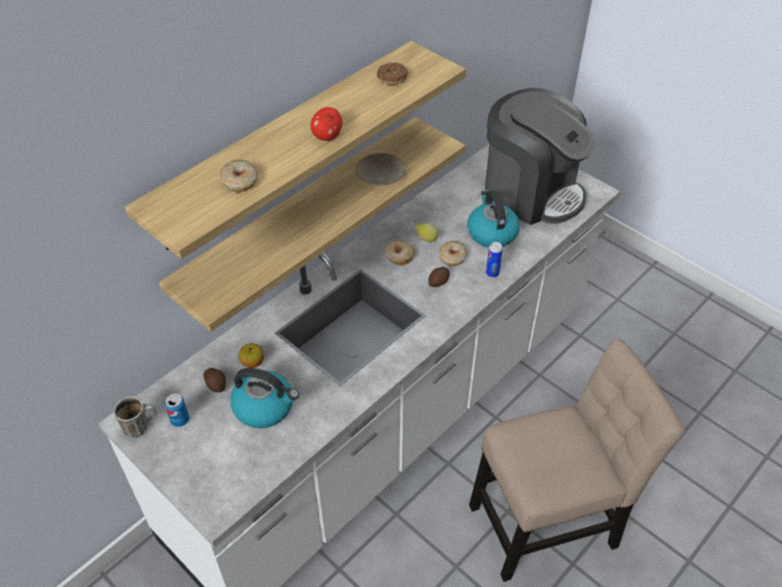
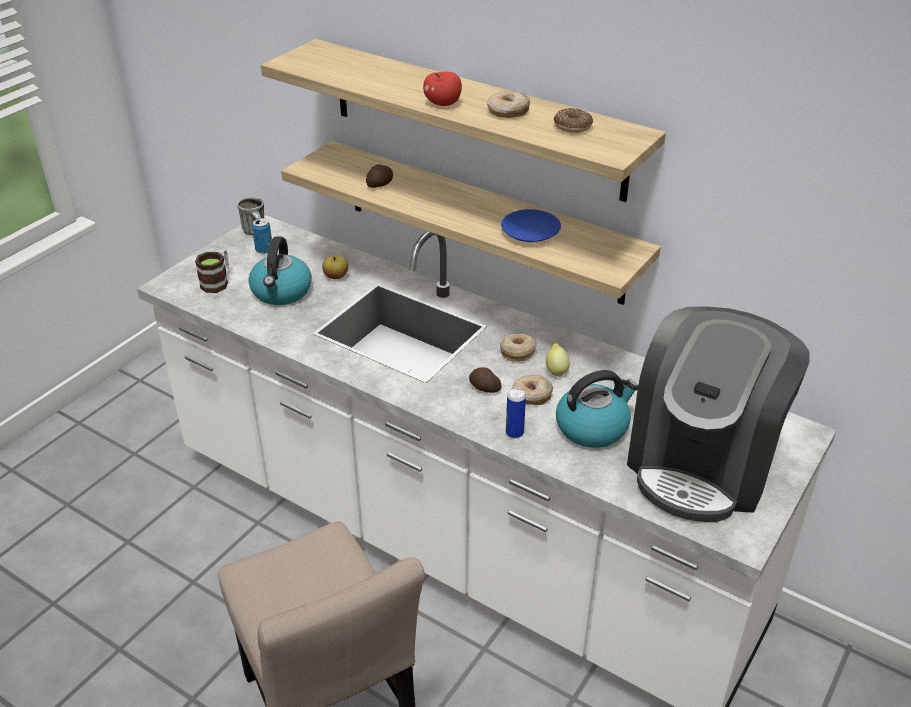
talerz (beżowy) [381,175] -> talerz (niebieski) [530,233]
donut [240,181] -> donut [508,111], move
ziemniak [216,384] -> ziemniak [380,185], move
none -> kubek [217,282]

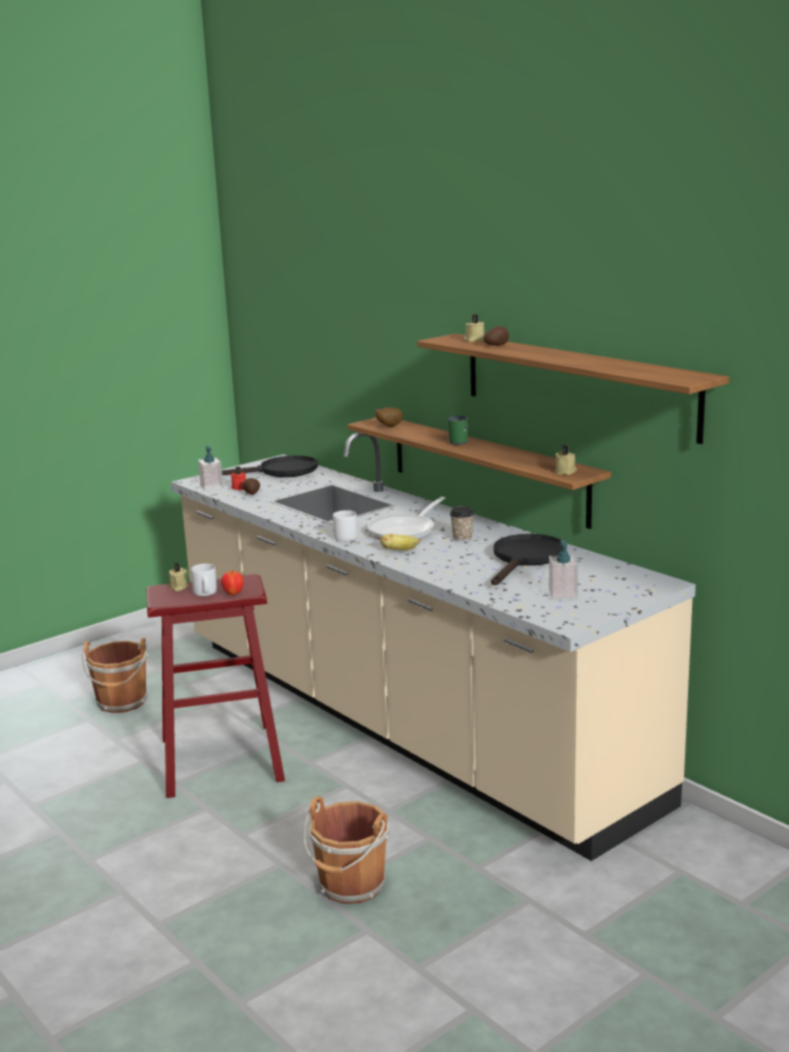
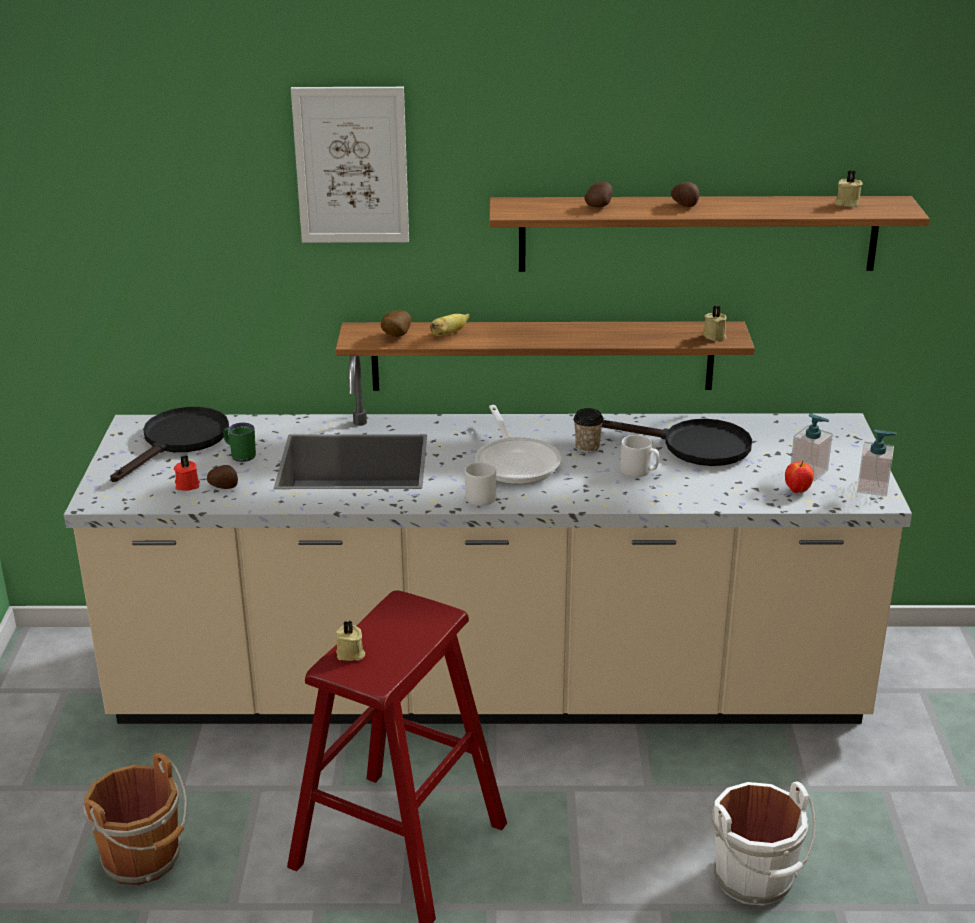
świeca (beżowy) [474,340] -> świeca (beżowy) [846,203], move
kubek (zielony) [458,441] -> kubek (zielony) [240,455], move
dozownik mydła [212,487] -> dozownik mydła [873,487], move
banan [400,550] -> banan [448,334], move
patelnia (czarny) [526,559] -> patelnia (czarny) [694,446], 135 degrees clockwise
kubek (szary) [205,593] -> kubek (szary) [639,471], move
jabłko [233,594] -> jabłko [797,490], move
wiadro (brązowy) [351,886] -> wiadro (biały) [755,880]
none -> obraz [351,165]
none -> ziemniak [685,205]

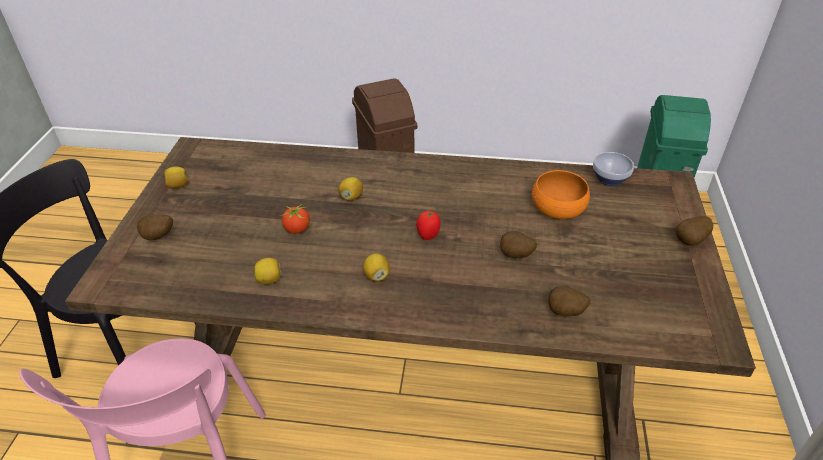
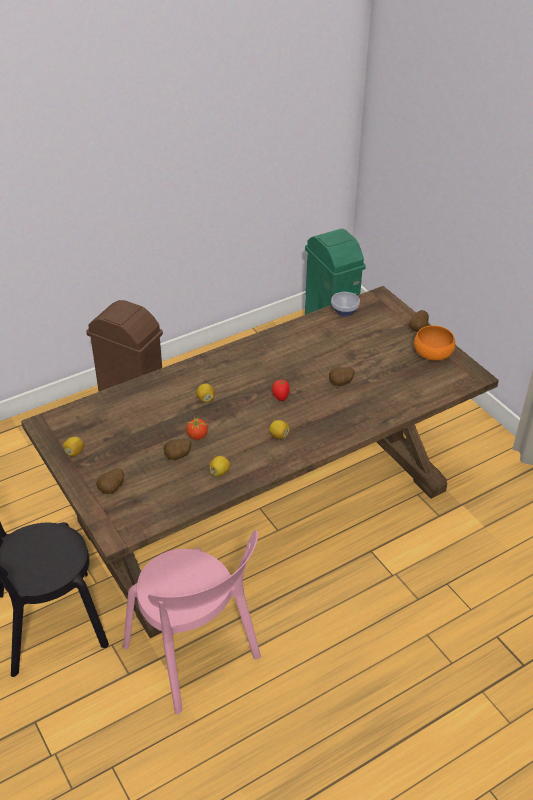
miska (pomarańczowy) [558,208] -> miska (pomarańczowy) [433,352], move
ziemniak [565,313] -> ziemniak [178,457], move

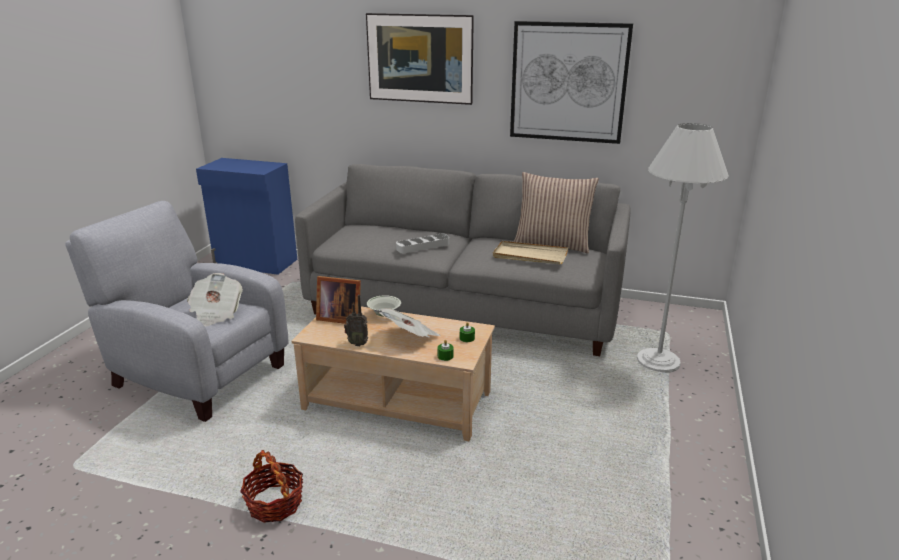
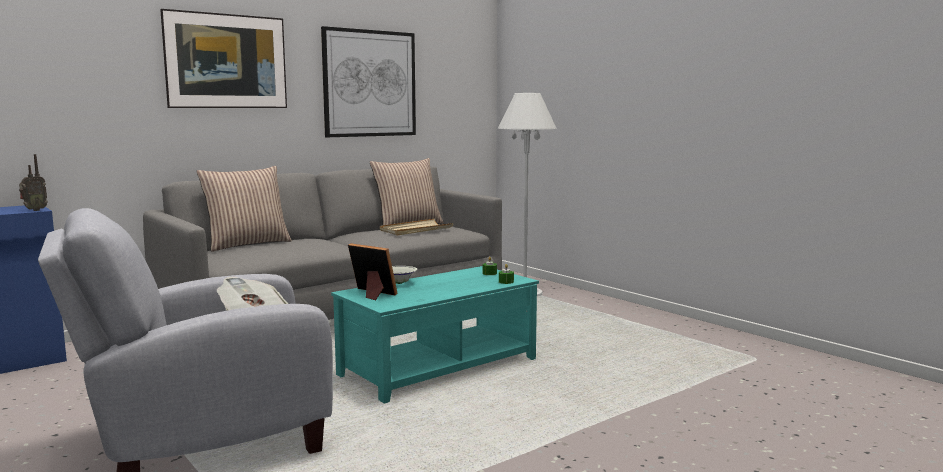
taca (szary) [423,246] -> none
ramka na zdjęcie [339,318] -> ramka na zdjęcie [372,294], 105 degrees counterclockwise
radio [357,343] -> radio [34,210], move
ława (beżowy) [398,400] -> ława (turkusowy) [438,367]
gazeta [410,337] -> none
koszyk [275,504] -> none
none -> poduszka [247,244]

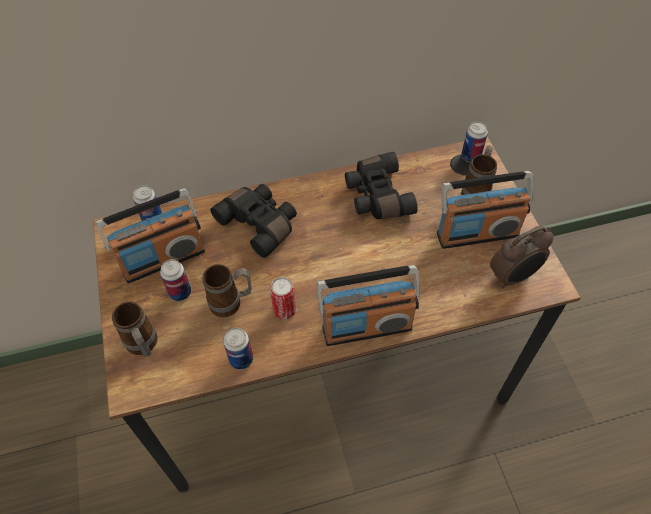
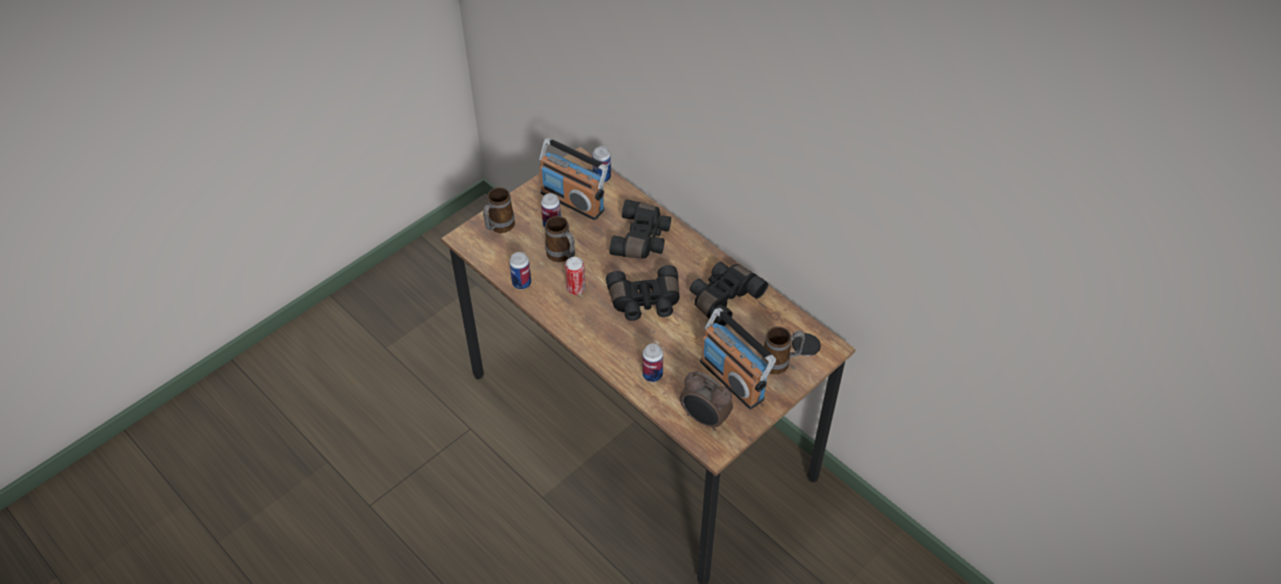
puszka [470,156] -> puszka [652,375], move
radio [366,327] -> none
none -> lornetka (czarny) [645,302]

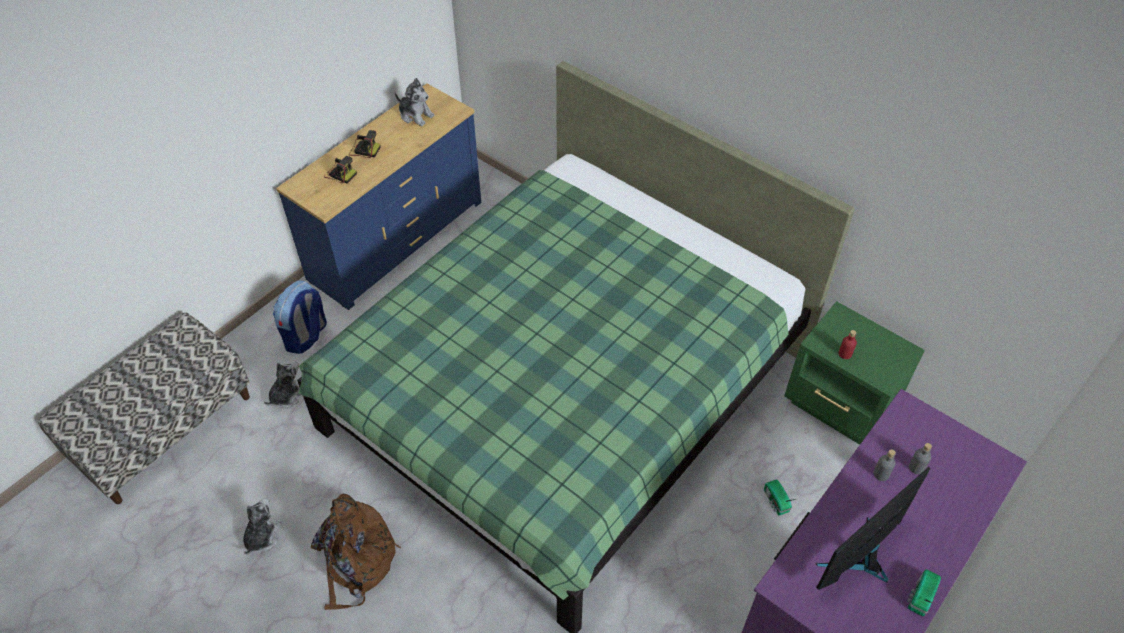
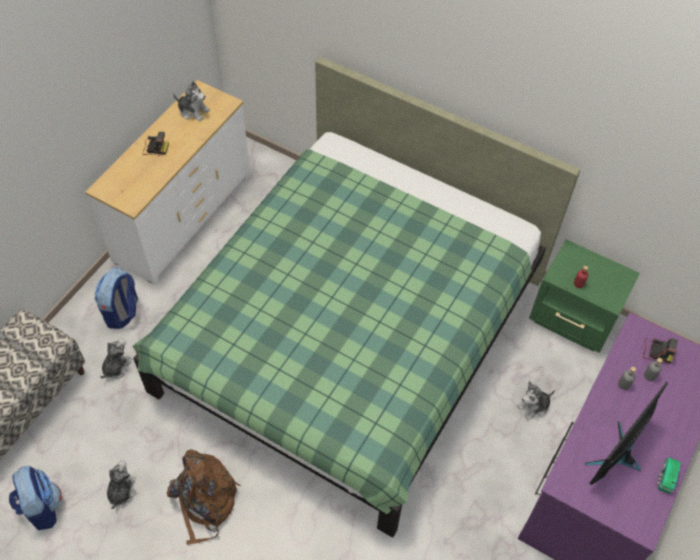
komoda (niebieski) [396,240] -> komoda (biały) [182,216]
aparat fotograficzny [340,174] -> aparat fotograficzny [656,352], move
radio [776,502] -> pluszak [534,407]
none -> plecak [41,507]

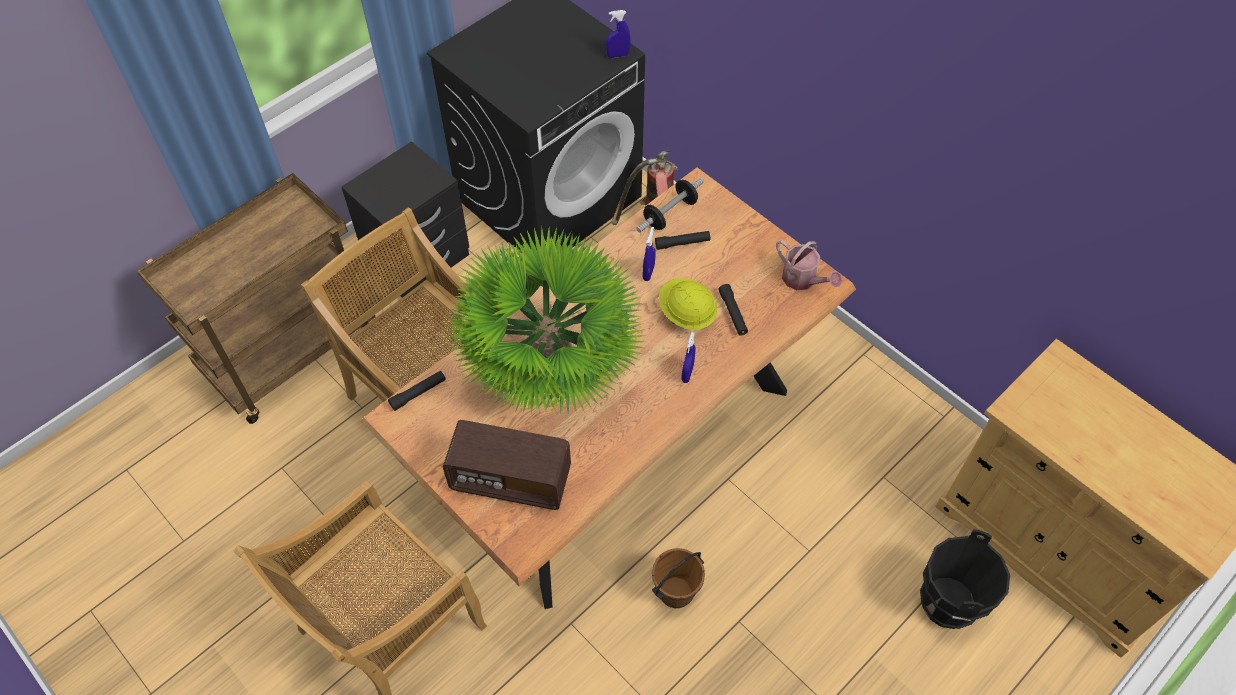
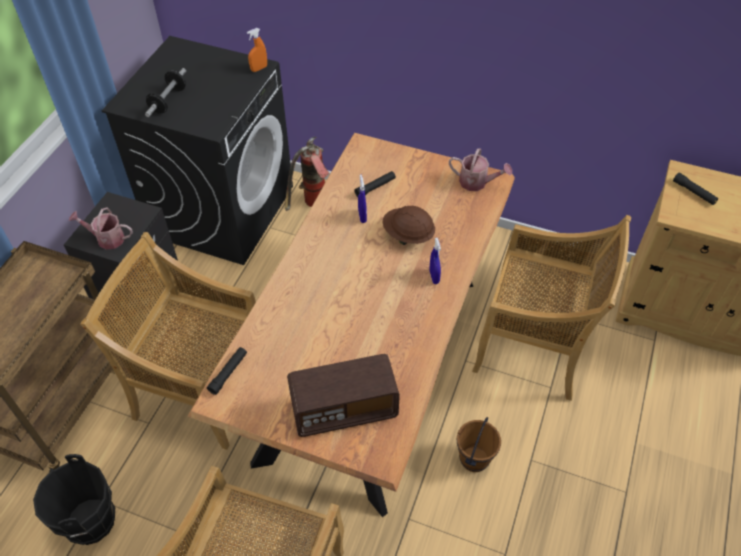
spryskiwacz (niebieski) [618,55] -> spryskiwacz (pomarańczowy) [259,68]
hantel [670,213] -> hantel [168,101], move
roślina doniczkowa [551,371] -> none
kask (żółty) [686,314] -> kask (brązowy) [408,235]
latarka (czarny) [733,313] -> latarka (czarny) [694,192], move
wiadro (czarny) [946,603] -> wiadro (czarny) [90,522], move
none -> konewka [106,238]
none -> krzesło (beżowy) [534,346]

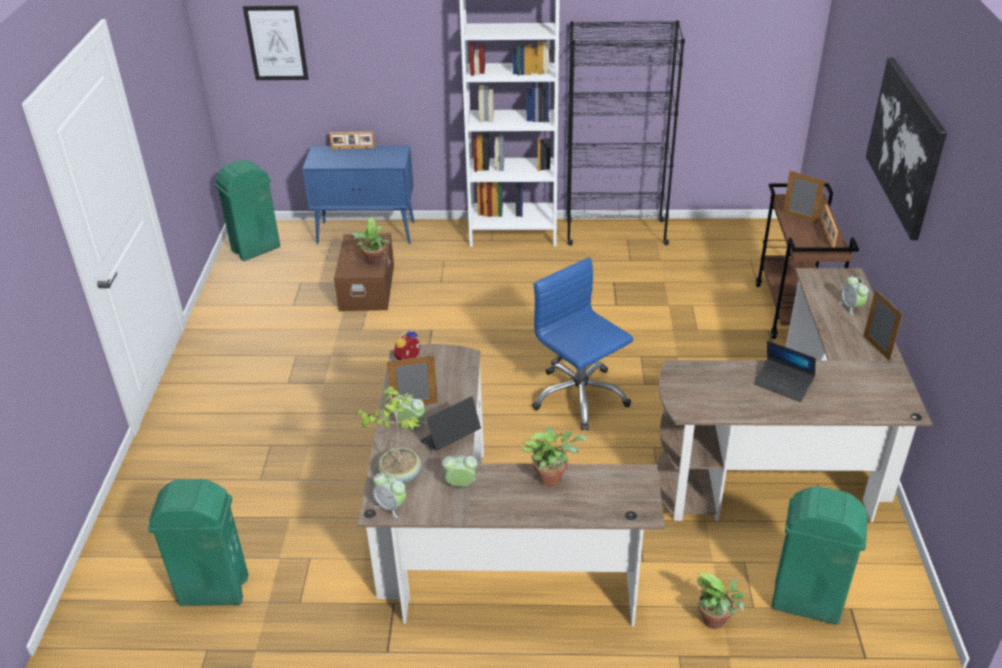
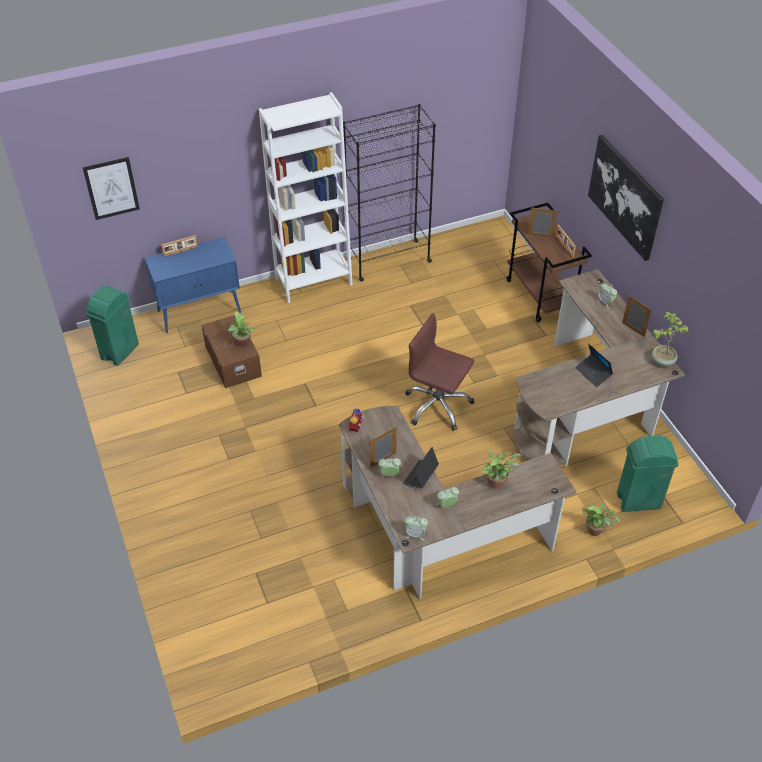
krzesło biurowe (niebieski) [579,397] -> krzesło biurowe (brązowy) [437,406]
laptop [783,384] -> laptop [593,373], 45 degrees clockwise
roślina doniczkowa [400,474] -> roślina doniczkowa [662,360], move
kosz na śmieci (zielony) [213,590] -> none

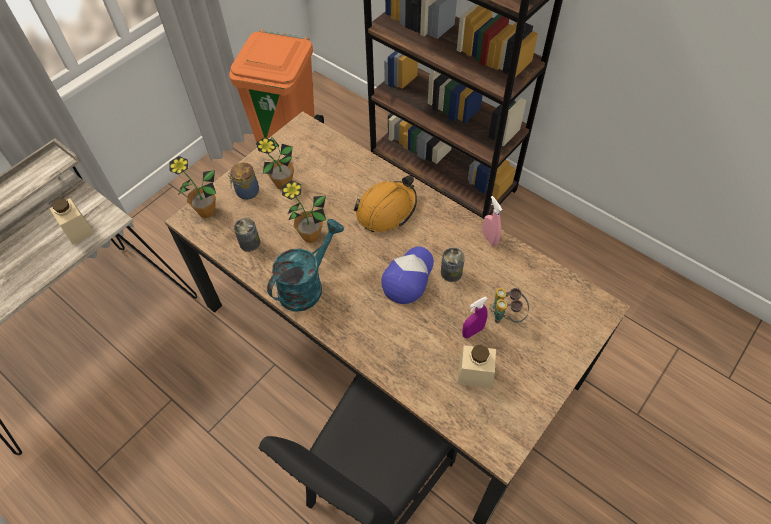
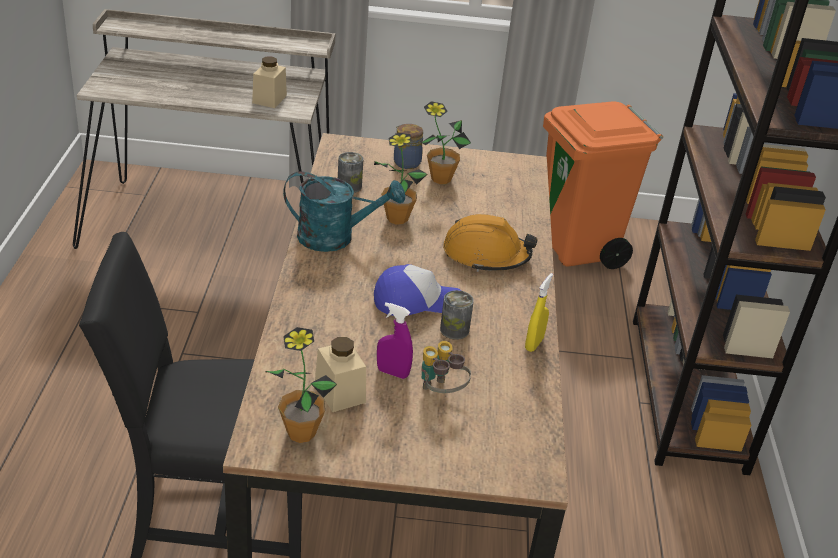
roślina doniczkowa [206,211] -> roślina doniczkowa [301,432], move
spryskiwacz (różowy) [489,238] -> spryskiwacz (żółty) [534,344]

